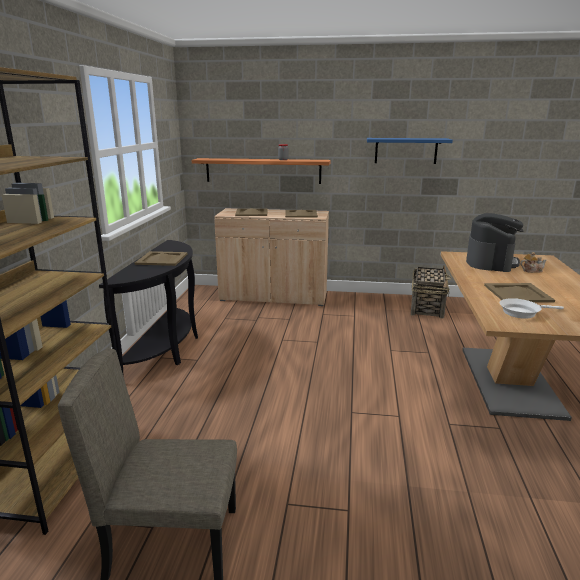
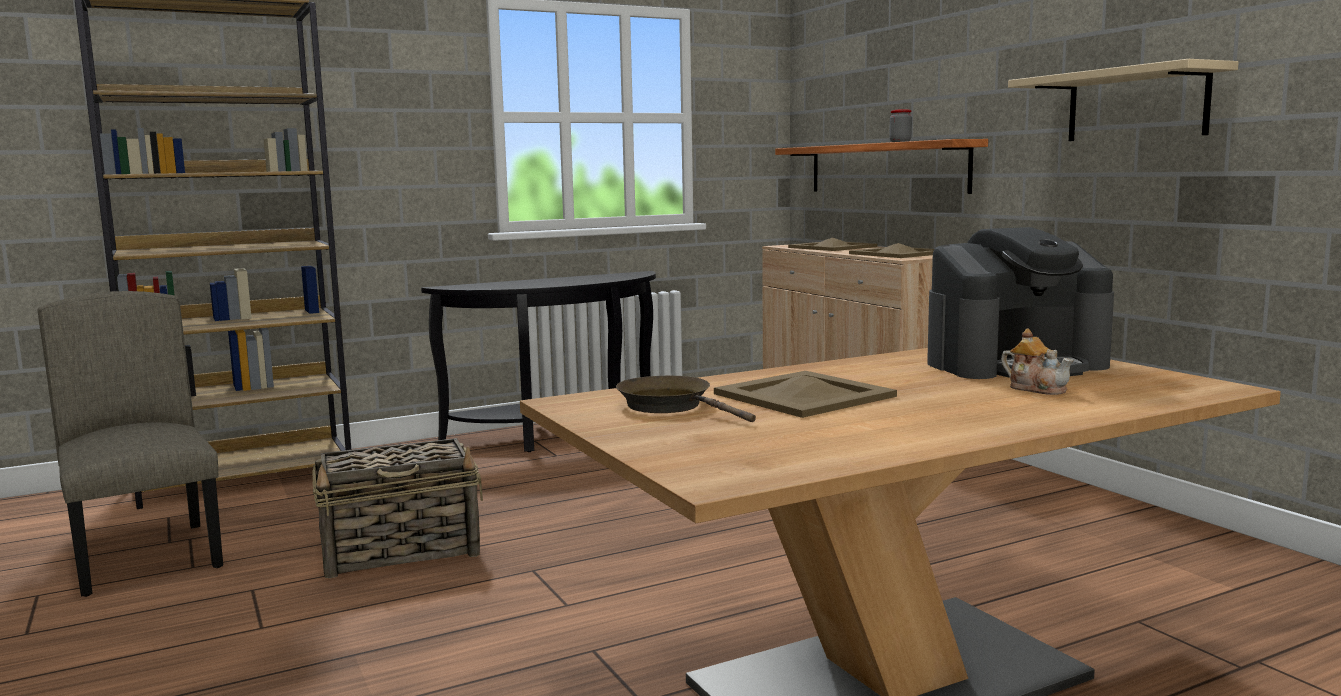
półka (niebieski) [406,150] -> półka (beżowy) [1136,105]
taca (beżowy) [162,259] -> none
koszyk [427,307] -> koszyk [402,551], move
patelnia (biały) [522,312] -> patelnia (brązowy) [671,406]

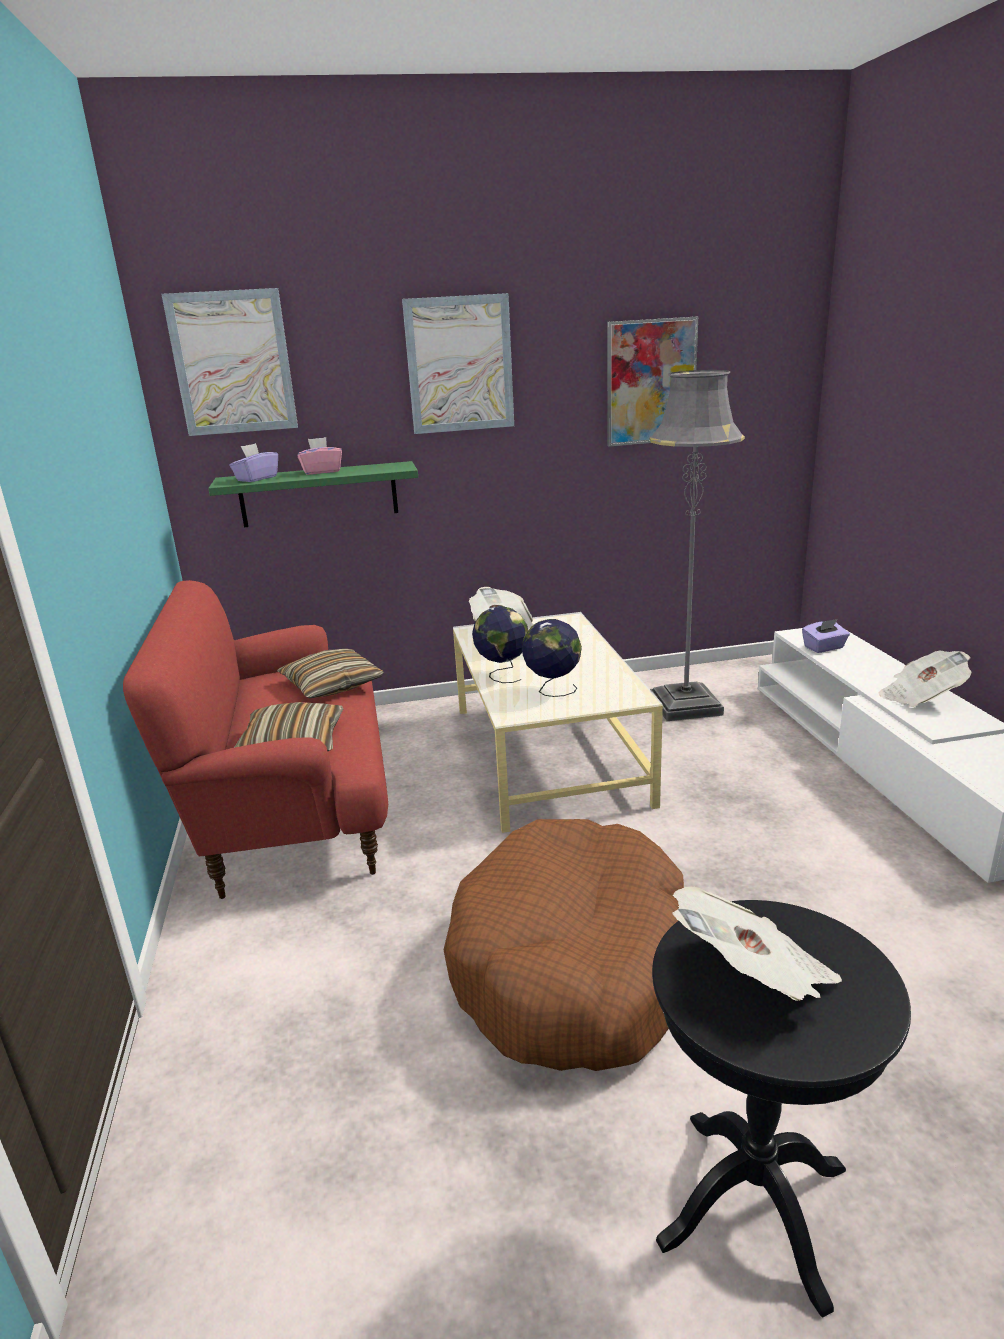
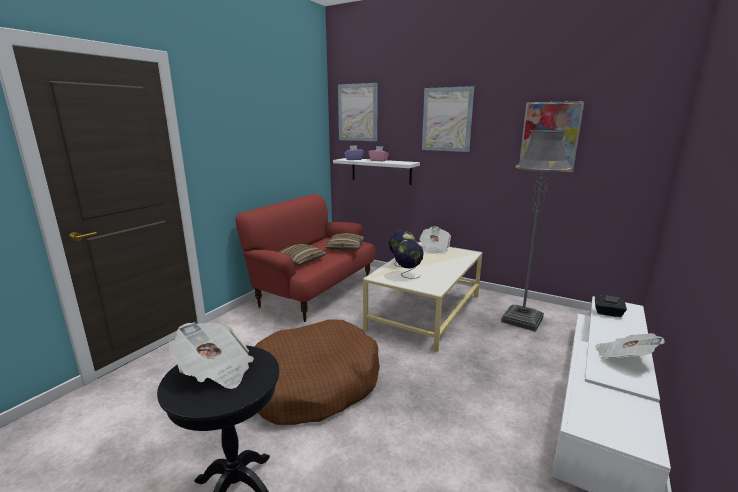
półka (zielony) [318,494] -> półka (biały) [381,171]
pudełko chusteczek (fioletowy) [824,648] -> pudełko chusteczek (czarny) [608,313]

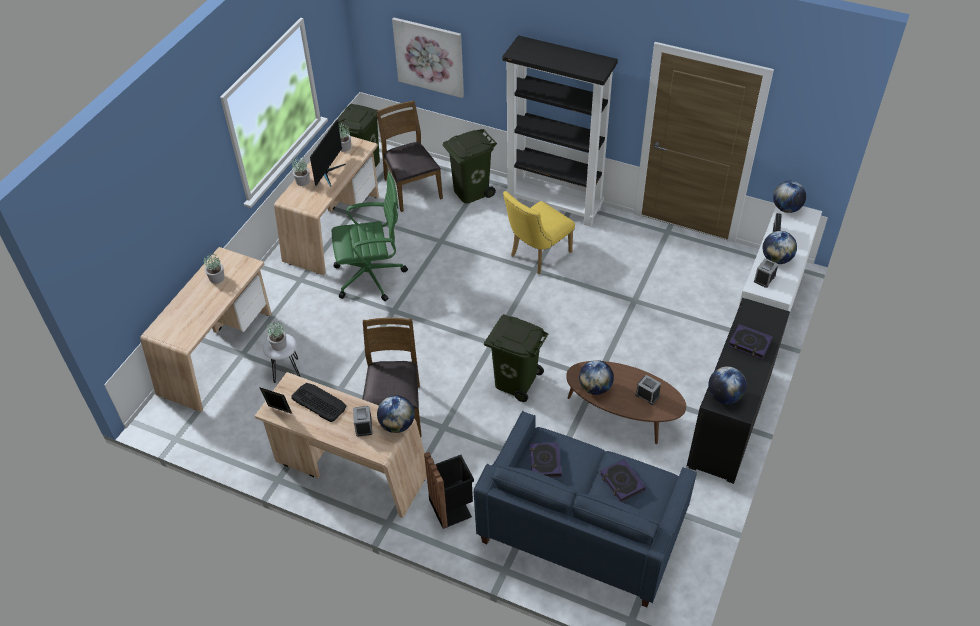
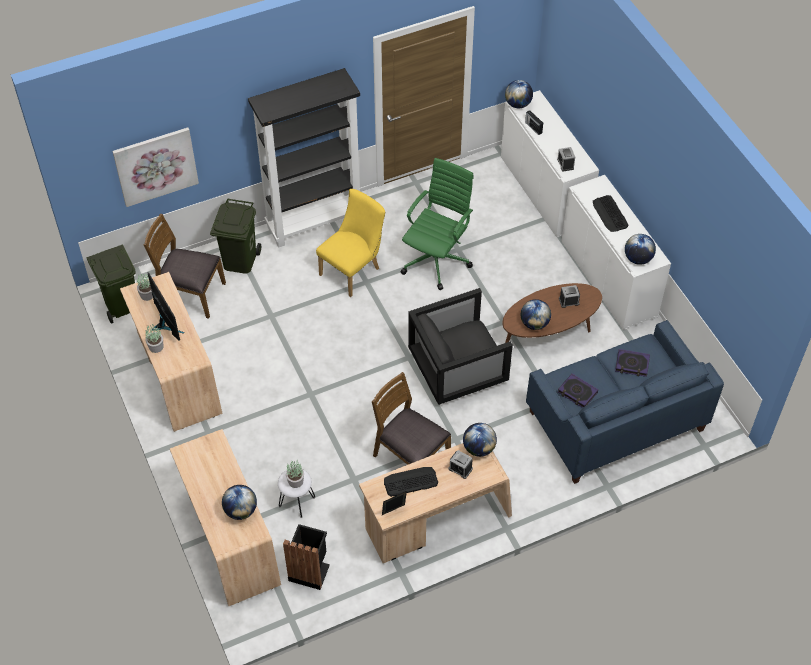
krzesło biurowe (zielony) [372,276] -> krzesło biurowe (zielony) [437,259], move
krzesło (żółty) [537,255] -> krzesło (żółty) [353,270], 135 degrees counterclockwise
globus [776,259] -> globus [240,510], move
roślina doniczkowa [217,278] -> none
szafka (czarny) [730,418] -> szafka (biały) [608,279]
kosz na śmieci (zielony) [515,381] -> fotel (czarny) [458,368]
książka [749,344] -> klawiatura [610,214]
kosz na śmieci (czarny) [452,507] -> kosz na śmieci (czarny) [309,570], move

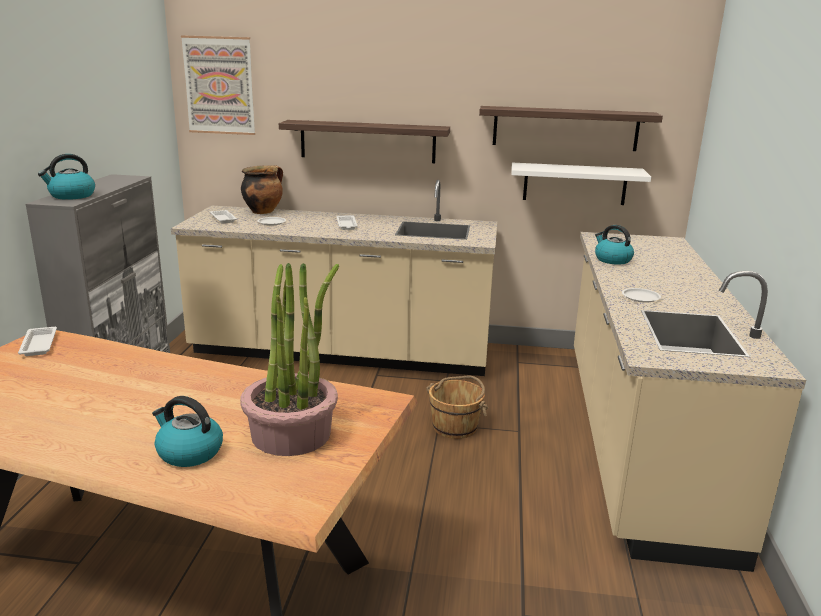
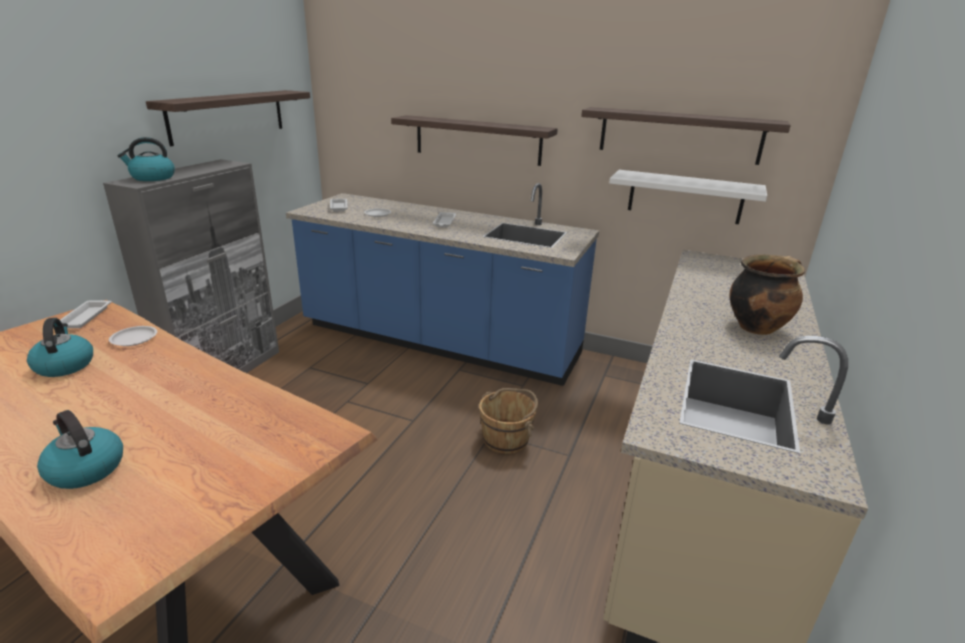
obraz [219,85] -> none
garnek [263,211] -> garnek [756,327], move
zabudowa kuchenna (beżowy) [342,352] -> zabudowa kuchenna (niebieski) [439,341]
czajnik [612,260] -> czajnik [64,365], move
roślina doniczkowa [292,434] -> none
talerz (biały) [640,298] -> talerz (biały) [134,339], move
none -> półka [228,116]

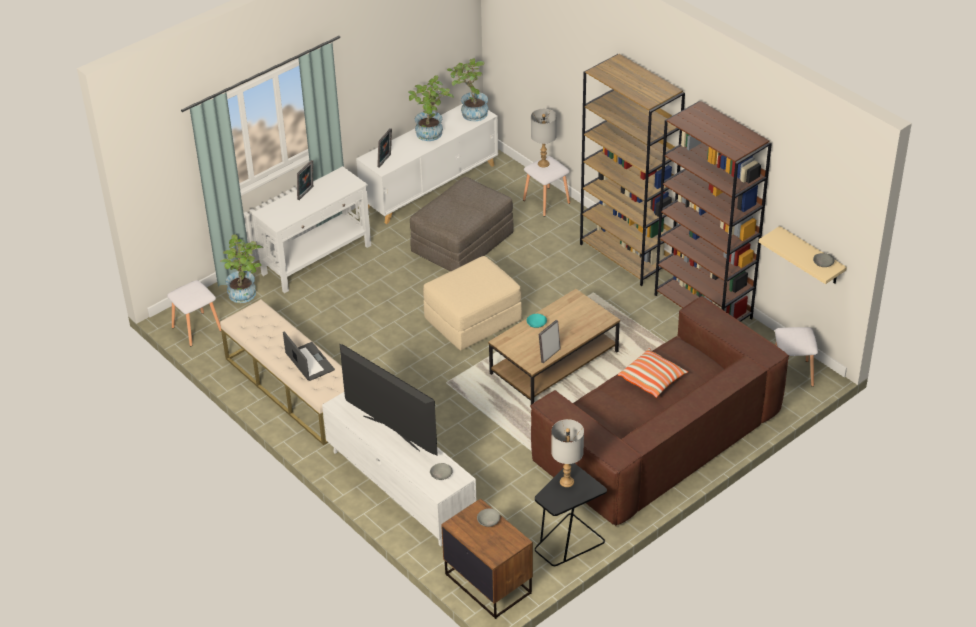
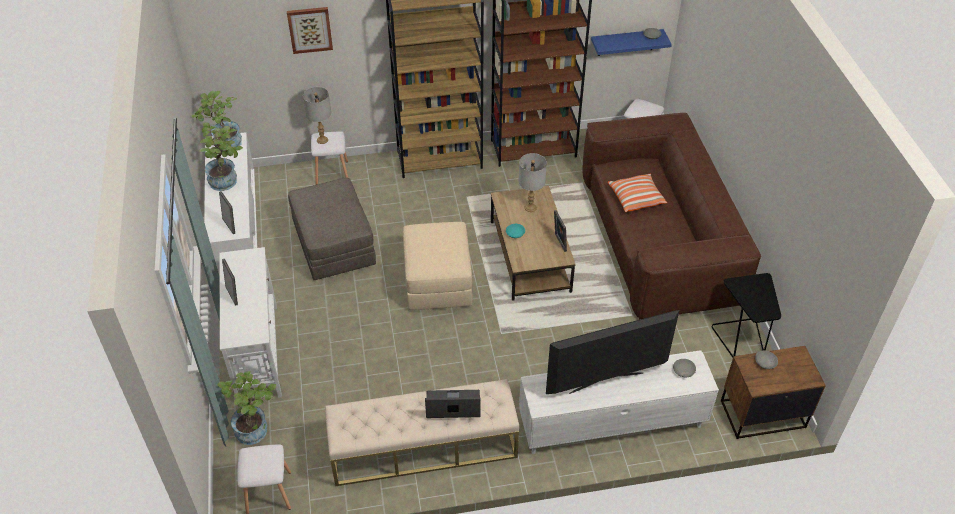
półka (beżowy) [811,256] -> półka (niebieski) [626,42]
lampa stołowa (szary) [567,482] -> lampa stołowa (szary) [530,207], move
none -> obraz [310,29]

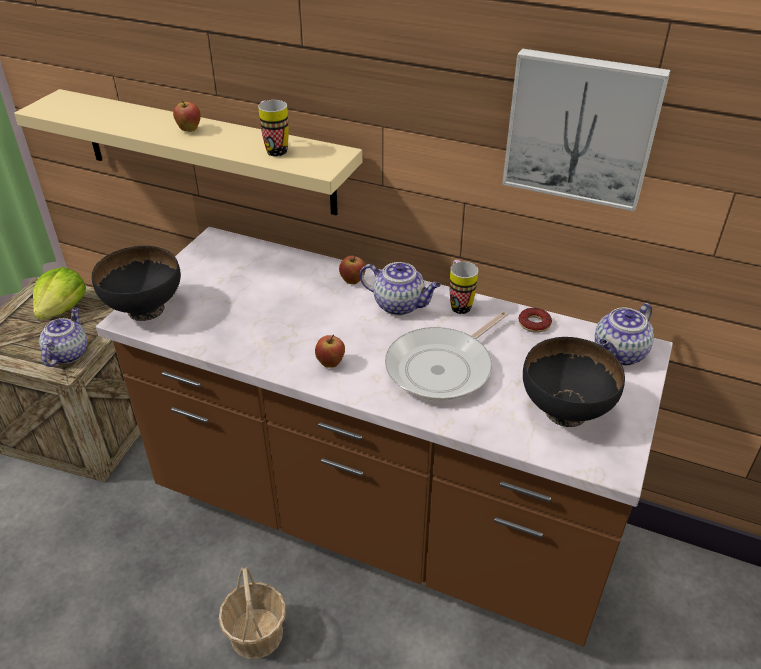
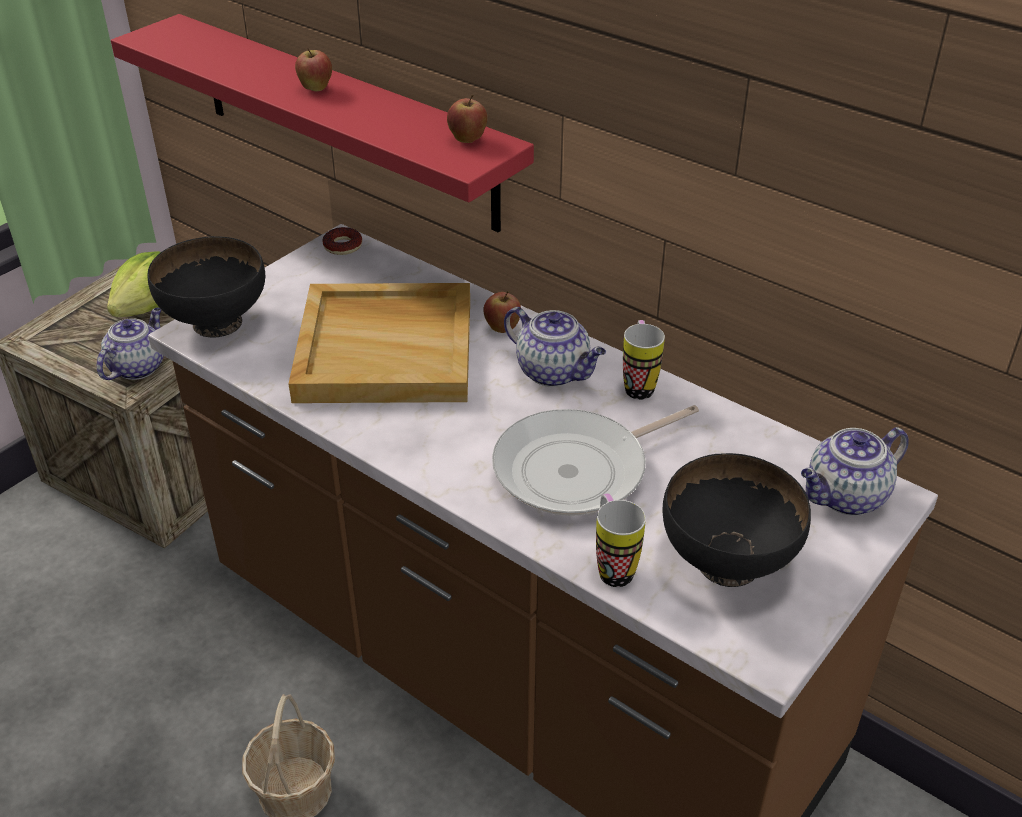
obraz [581,128] -> none
półka (beżowy) [205,152] -> półka (czerwony) [343,120]
kubek [274,149] -> kubek [612,566], move
donut [534,324] -> donut [343,246], move
jabłko [330,363] -> jabłko [468,140], move
none -> taca (beżowy) [387,348]

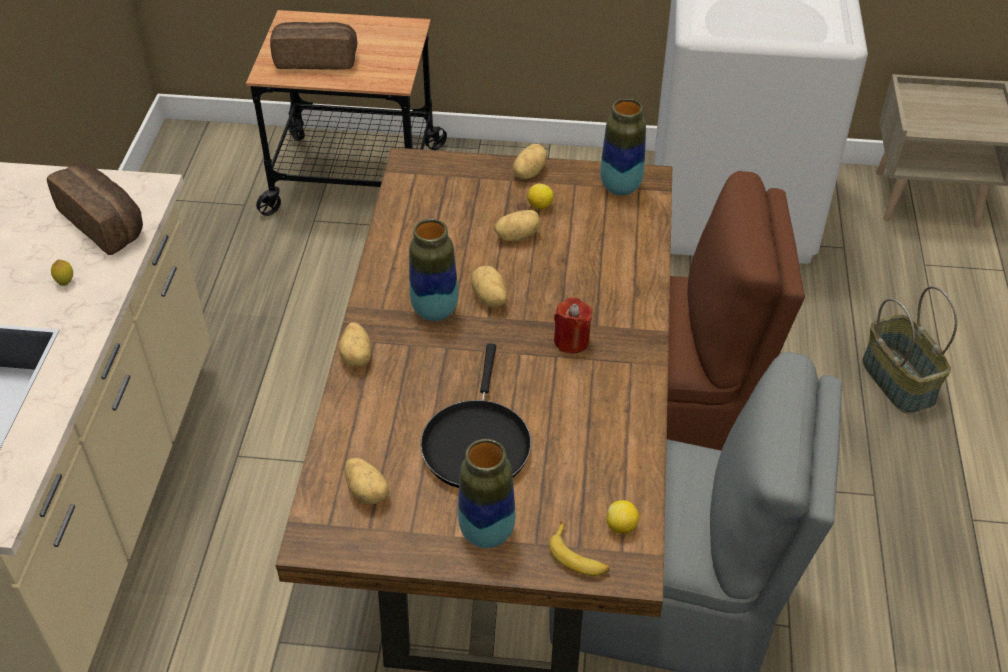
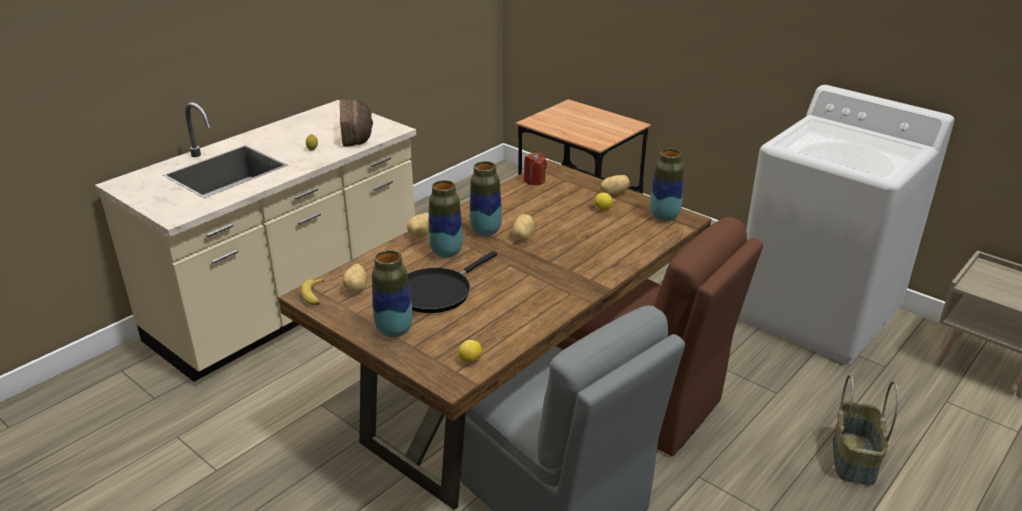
chleb [316,59] -> none
ziemniak [517,236] -> none
świeca (czerwony) [571,341] -> świeca (czerwony) [534,180], move
banan [578,557] -> banan [315,296], move
none -> wazon [446,252]

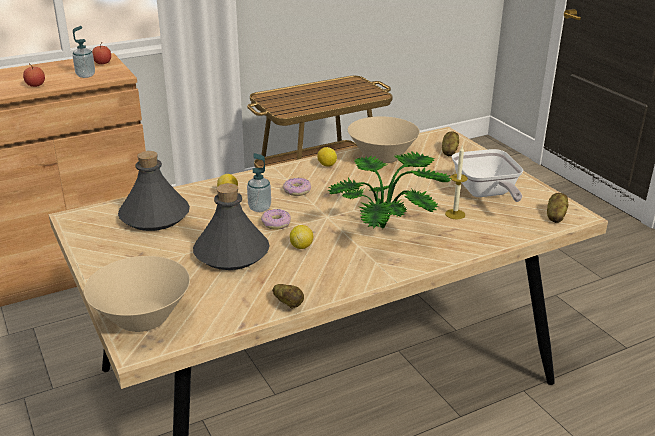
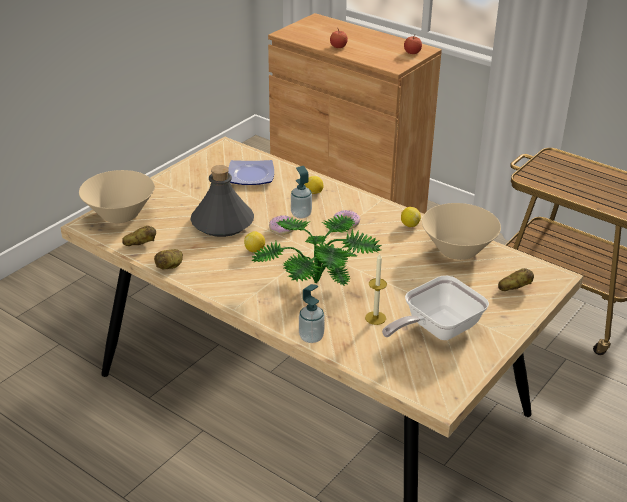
dozownik mydła [85,75] -> dozownik mydła [311,337], move
butelka (szary) [154,216] -> talerz [252,175]
ziemniak [555,216] -> ziemniak [140,244], move

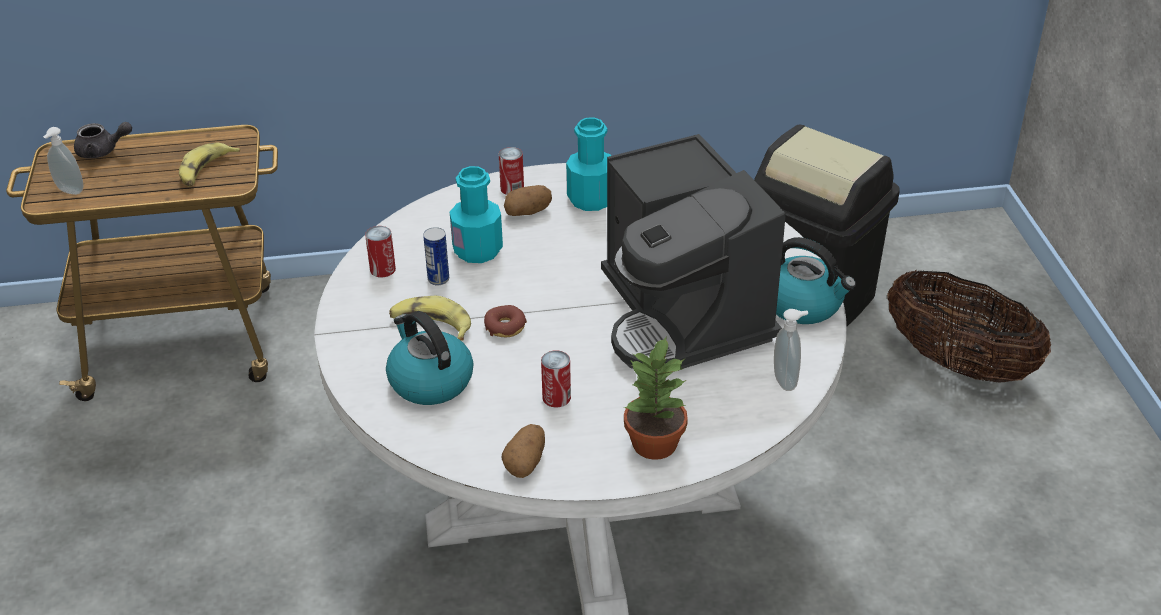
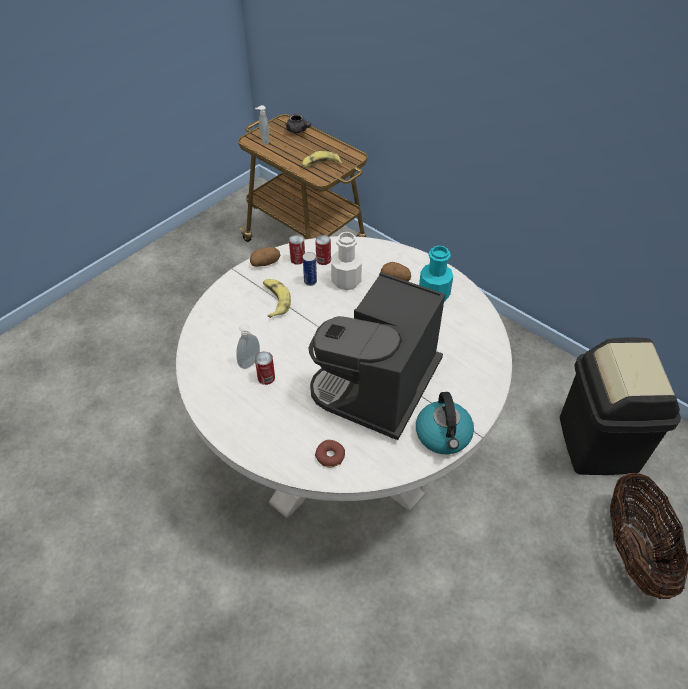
puszka [512,188] -> puszka [323,260], move
butelka (turkusowy) [477,250] -> butelka (biały) [346,280]
donut [505,327] -> donut [330,456], move
dozownik mydła [787,380] -> dozownik mydła [251,363], move
czajnik [429,381] -> none
roślina doniczkowa [653,444] -> none
ziemniak [526,462] -> ziemniak [265,263], move

